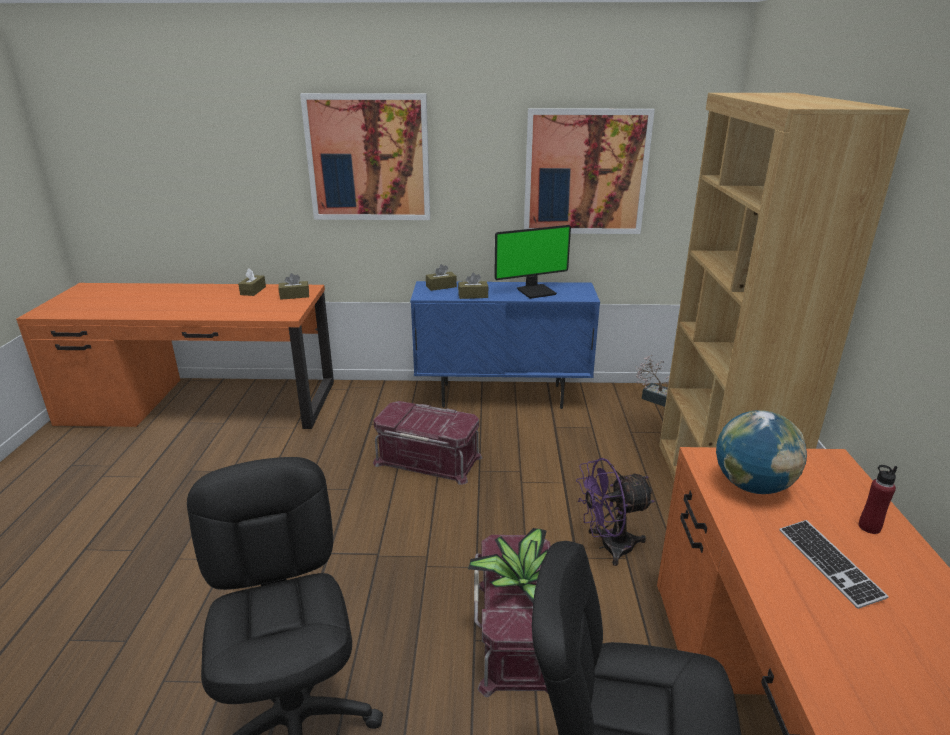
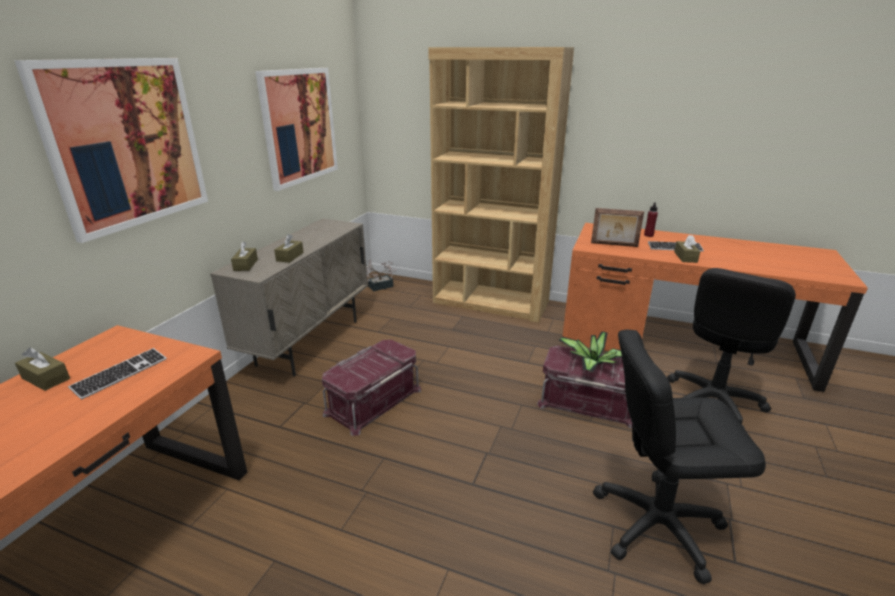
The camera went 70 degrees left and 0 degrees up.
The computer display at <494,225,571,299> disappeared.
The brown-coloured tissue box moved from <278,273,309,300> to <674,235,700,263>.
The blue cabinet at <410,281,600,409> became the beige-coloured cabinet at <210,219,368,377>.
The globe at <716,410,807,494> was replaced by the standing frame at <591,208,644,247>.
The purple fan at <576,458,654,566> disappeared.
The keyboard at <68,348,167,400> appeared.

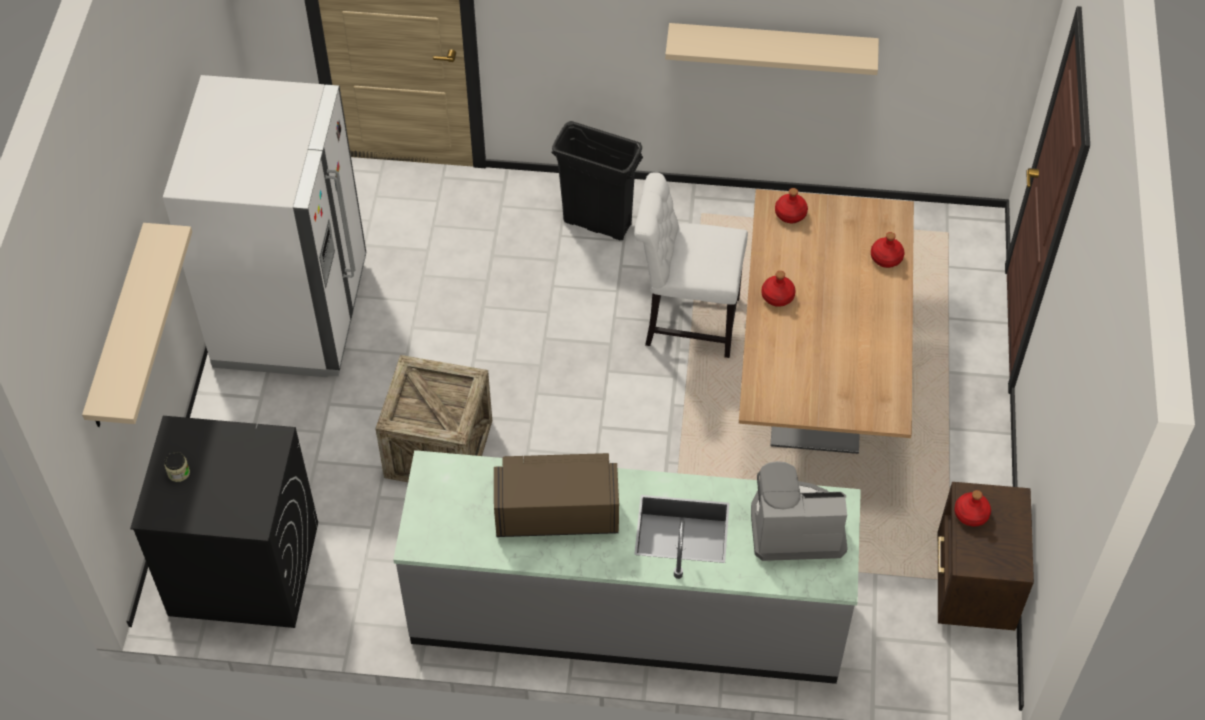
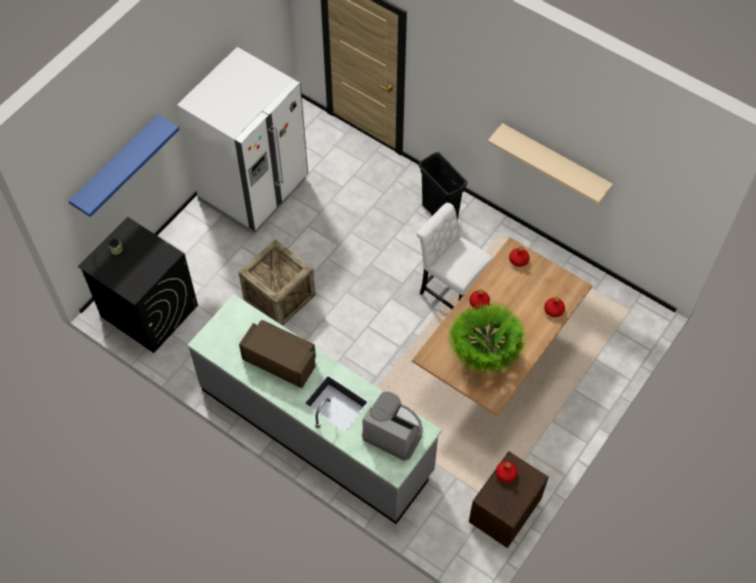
The camera went 30 degrees right and 5 degrees up.
The beige-coloured shelf at <82,223,192,427> became the blue shelf at <68,115,179,217>.
The houseplant at <447,300,527,374> appeared.

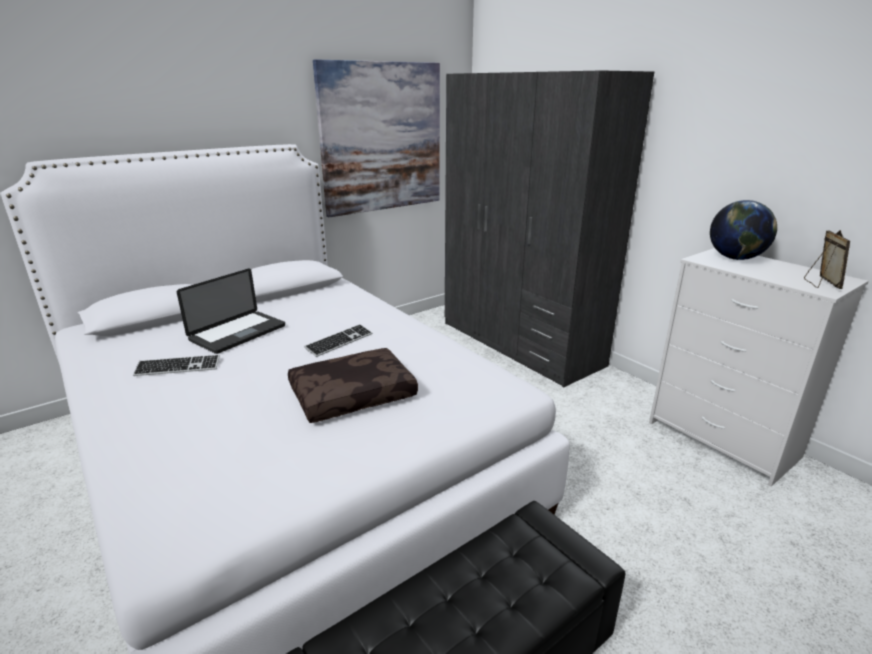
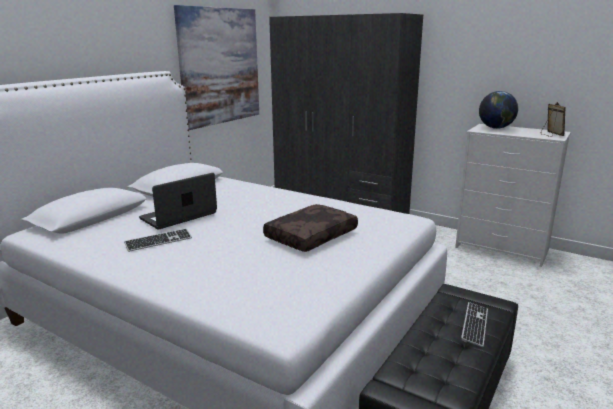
The camera went 20 degrees left and 5 degrees down.
The notebook computer at <177,268,285,354> turned 150 degrees counterclockwise.
The keyboard moved from <304,324,373,357> to <461,302,488,347>.

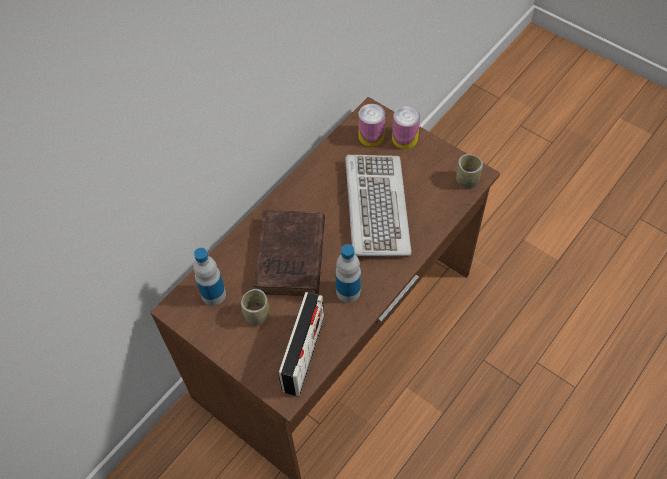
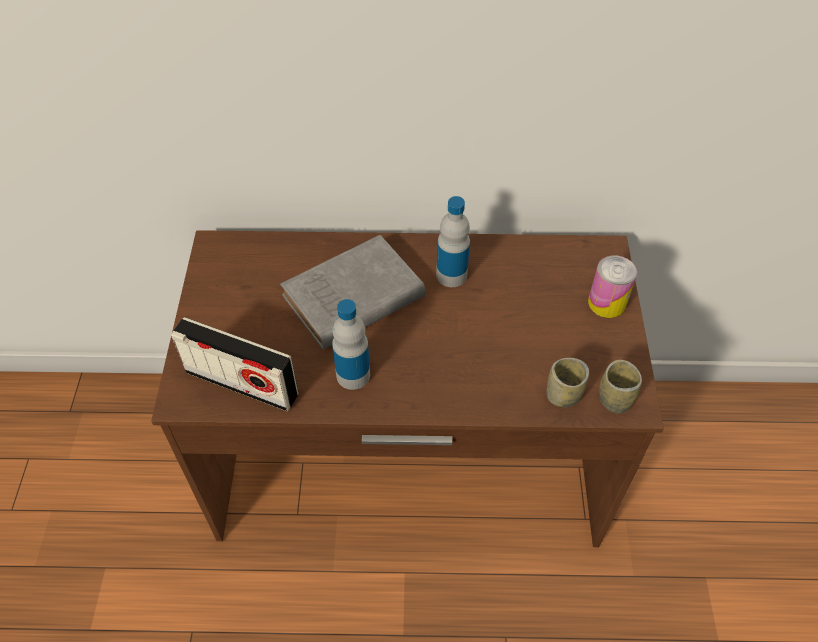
The camera went 50 degrees right and 5 degrees down.
The sealed can at <359,104,385,147> disappeared.
The keyboard at <345,155,412,256> disappeared.
The brown-coloured volume at <253,210,325,296> became the gray volume at <280,235,425,350>.
The bottle moved from <193,248,226,306> to <436,196,470,287>.
The cup moved from <241,289,269,326> to <546,358,589,407>.
The radio receiver at <278,292,324,396> turned 45 degrees clockwise.

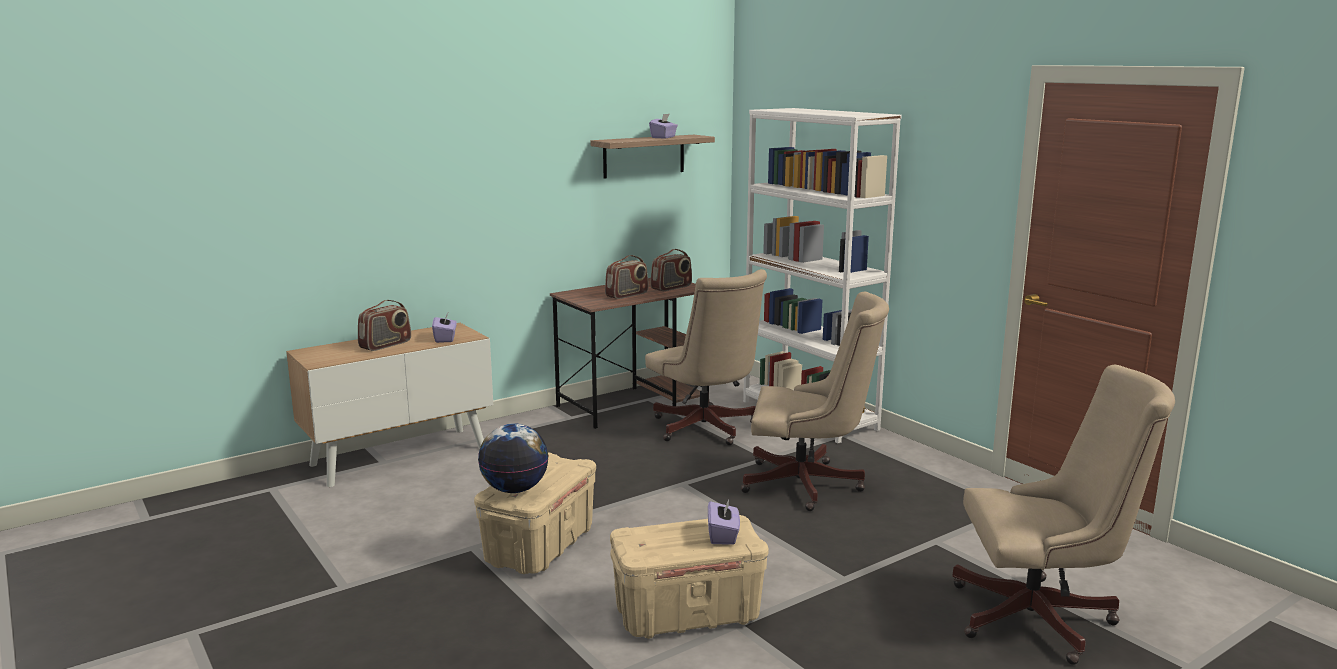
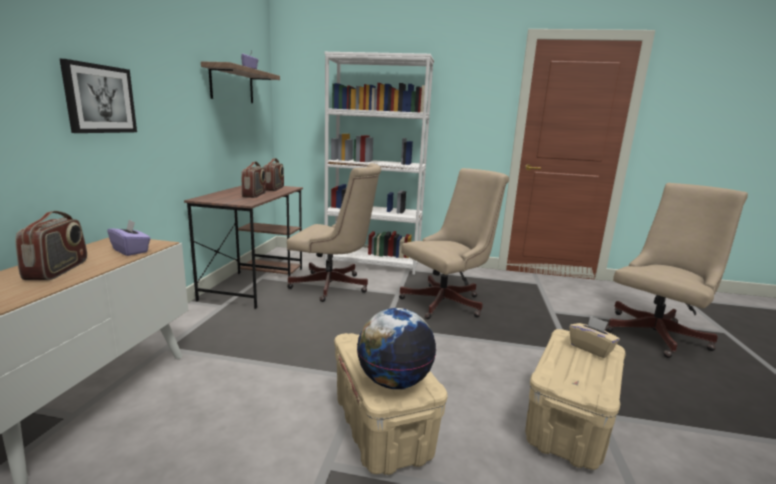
The camera went 45 degrees left and 0 degrees up.
The purple tissue box at <708,499,740,545> became the beige-coloured tissue box at <569,315,620,358>.
The wall art at <60,59,137,133> appeared.

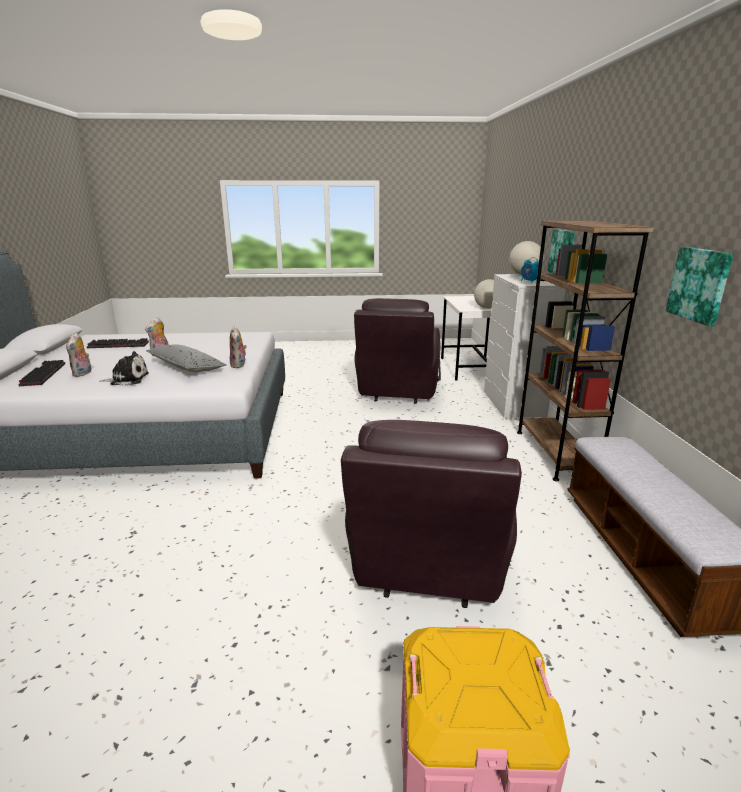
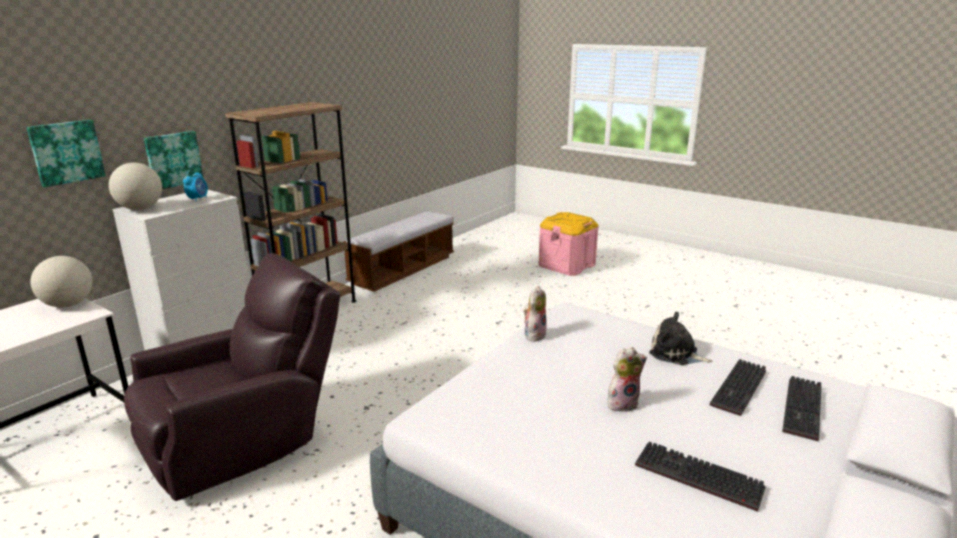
The camera went 140 degrees left and 0 degrees up.
The wall art moved from <666,247,733,326> to <26,120,106,187>.
The cuddly toy at <66,333,92,377> was replaced by the keyboard at <710,359,766,416>.
The gray cushion at <146,345,226,372> disappeared.
The brown-coloured easy chair at <341,420,522,608> disappeared.

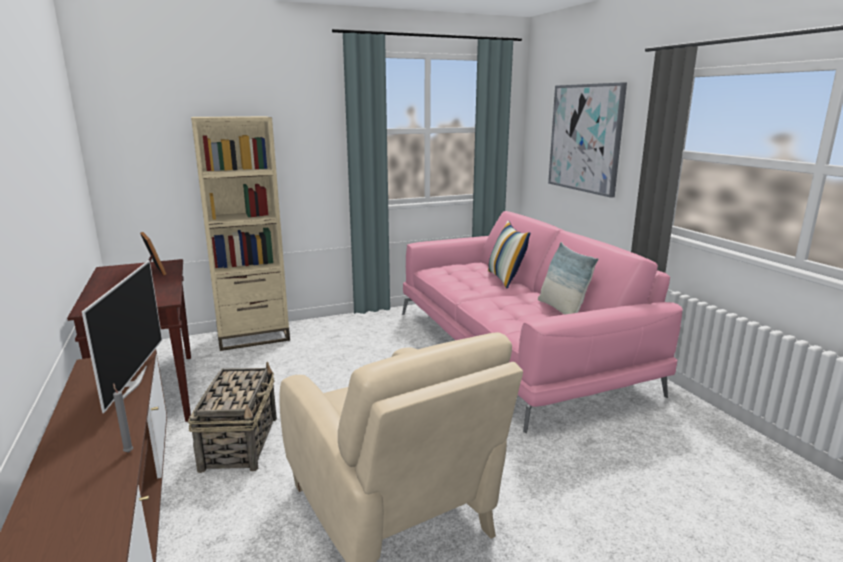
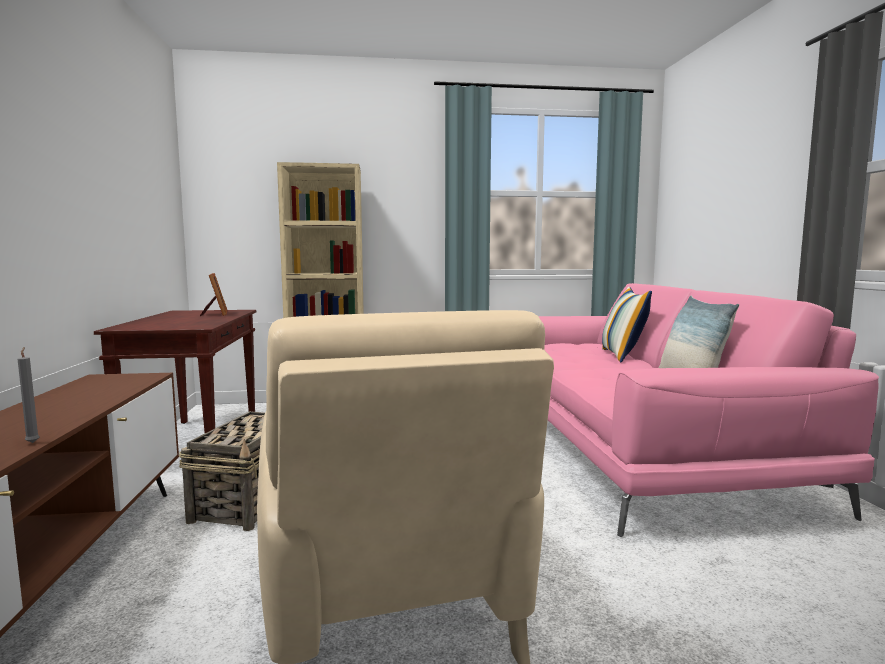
The camera went 15 degrees right and 10 degrees down.
The wall art at <548,82,627,198> disappeared.
The television at <82,260,162,413> disappeared.

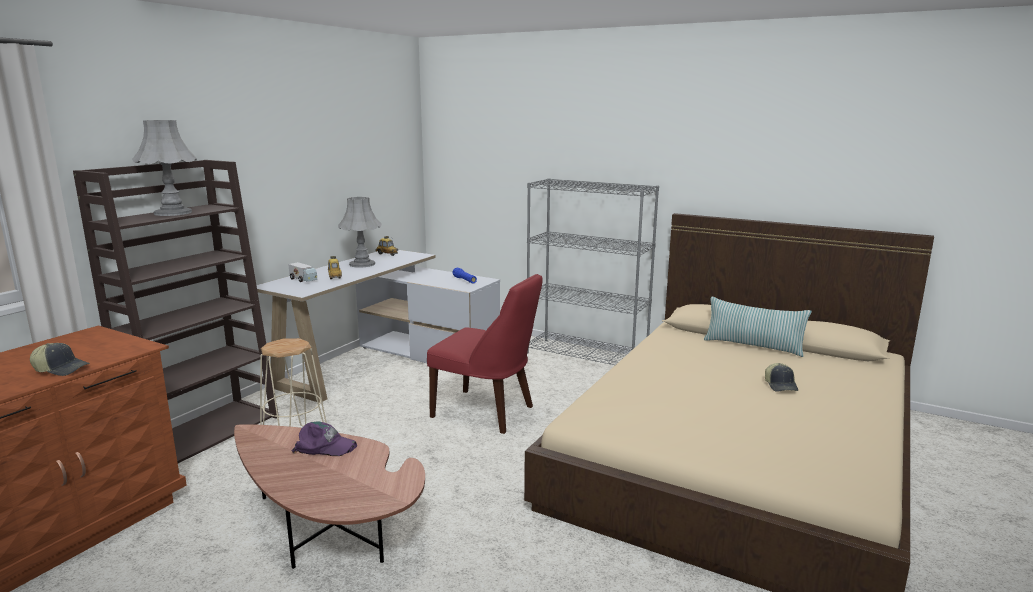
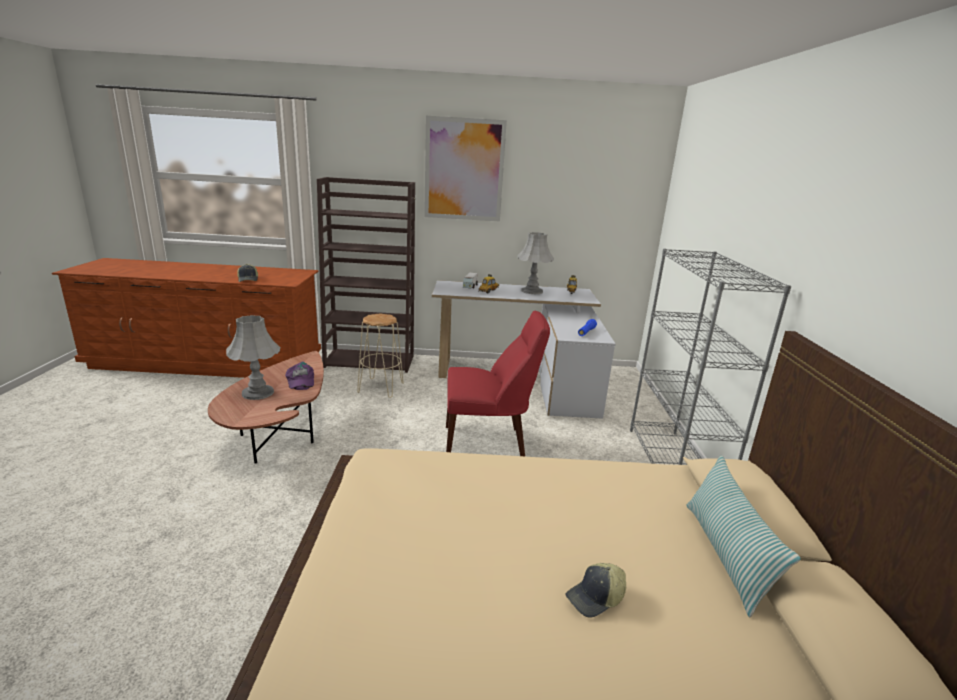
The camera went 60 degrees right and 5 degrees up.
The gray lamp for a table moved from <132,120,197,216> to <226,315,280,400>.
The red-coloured upright chair at <427,274,543,434> turned 90 degrees counterclockwise.
The wall art at <424,116,507,221> appeared.

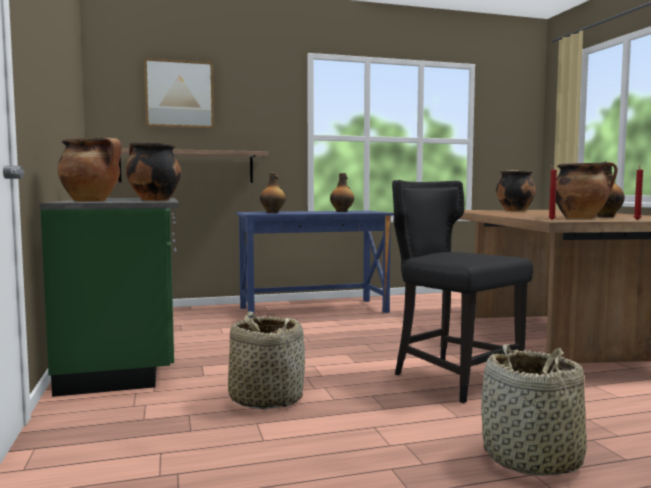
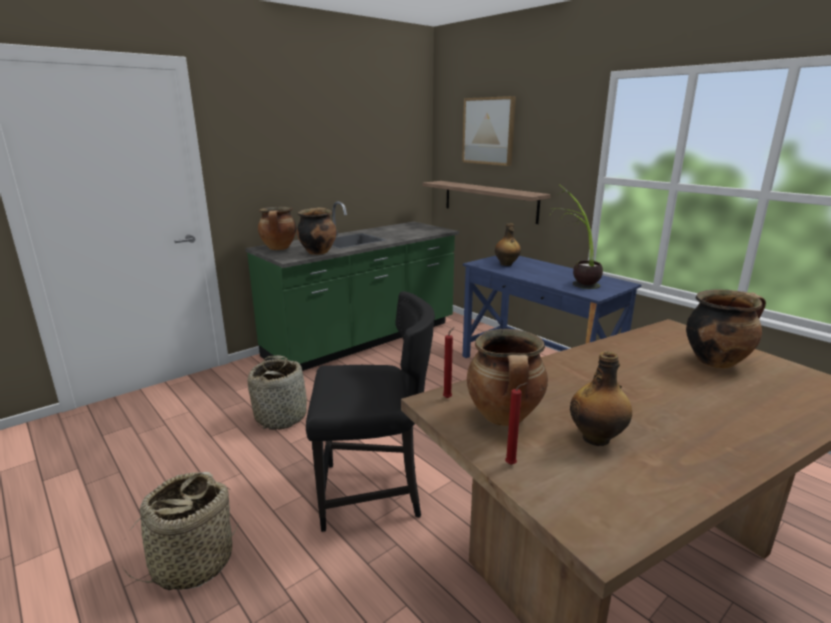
The camera went 65 degrees right and 15 degrees up.
The bottle at <330,173,354,212> was replaced by the houseplant at <549,184,603,289>.
The black upright chair at <392,180,533,403> turned 60 degrees clockwise.

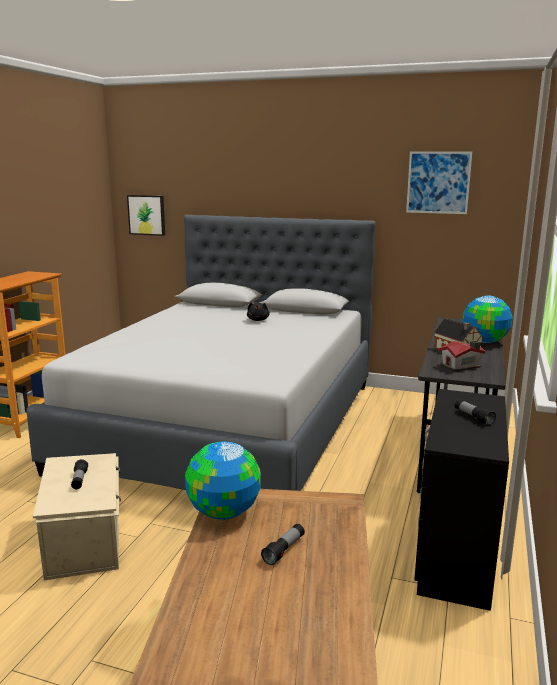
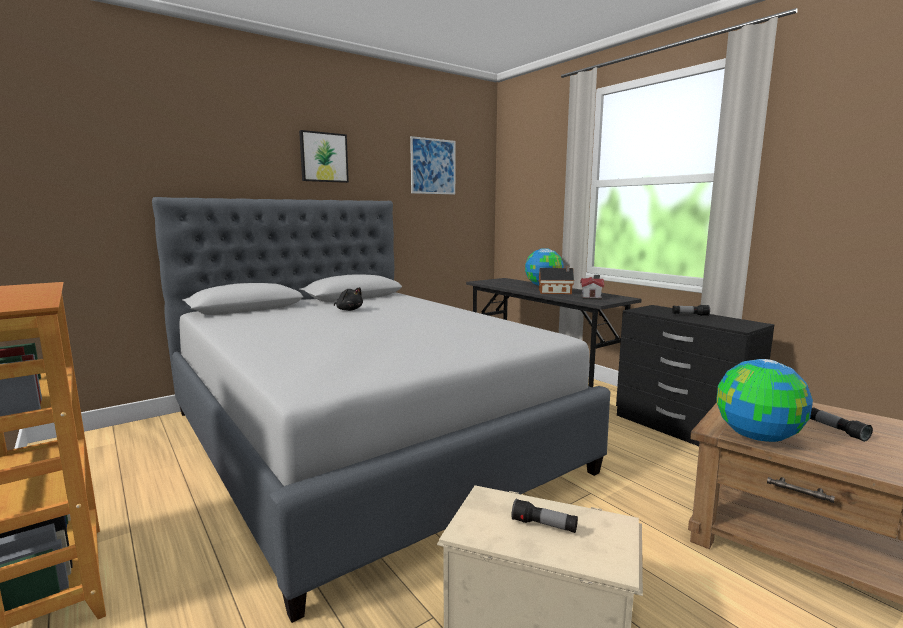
The camera went 55 degrees left and 5 degrees down.
The wall art moved from <127,195,165,236> to <299,130,349,183>.

